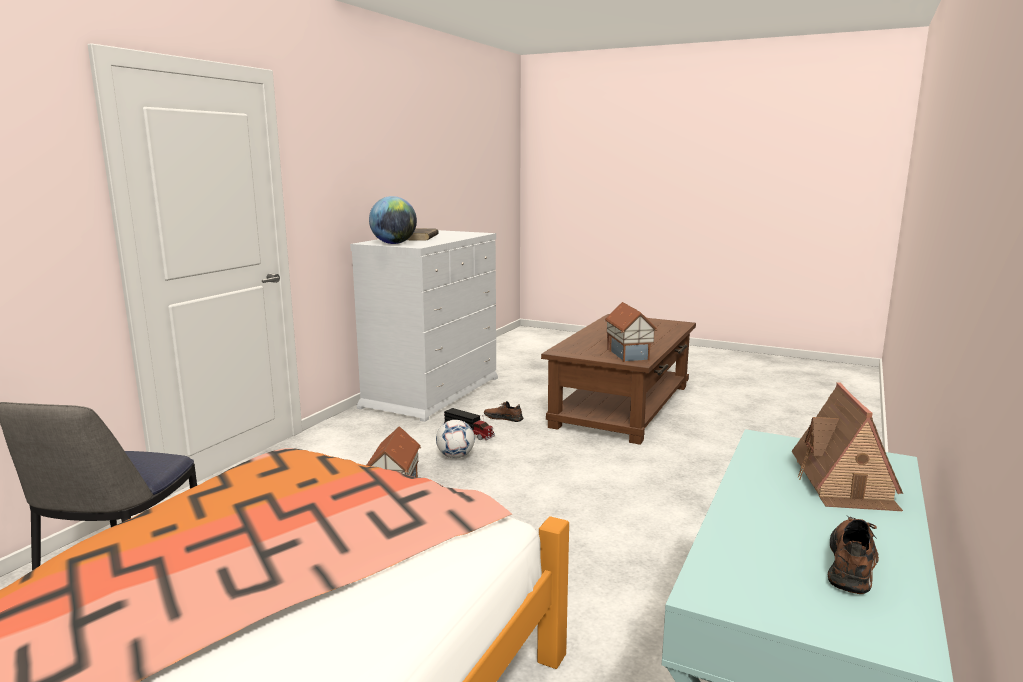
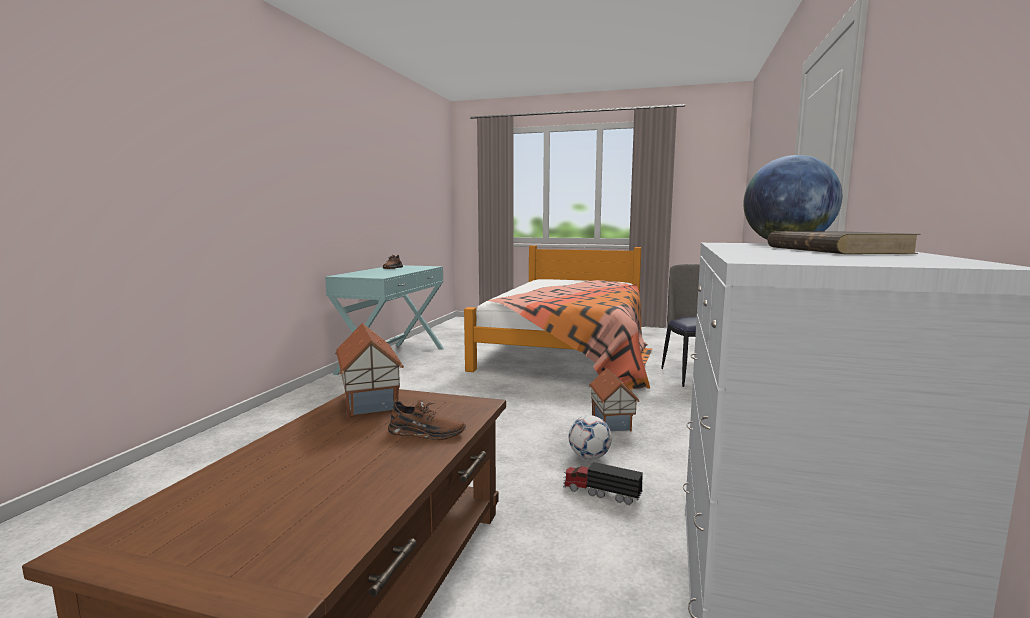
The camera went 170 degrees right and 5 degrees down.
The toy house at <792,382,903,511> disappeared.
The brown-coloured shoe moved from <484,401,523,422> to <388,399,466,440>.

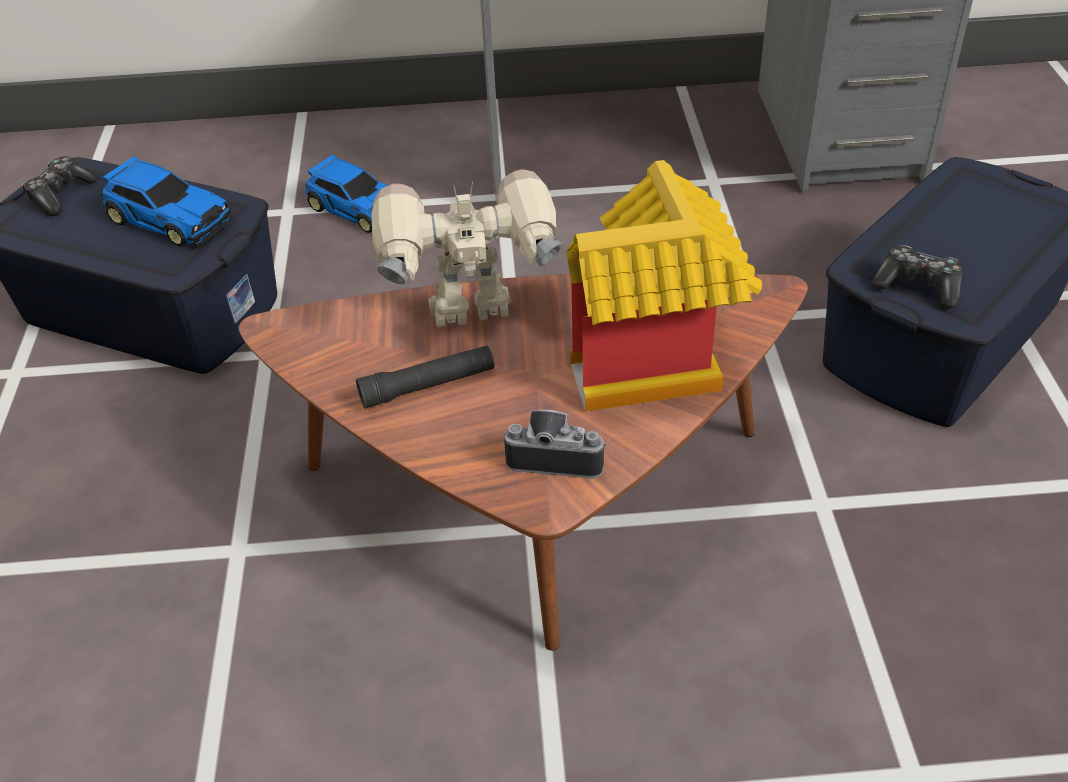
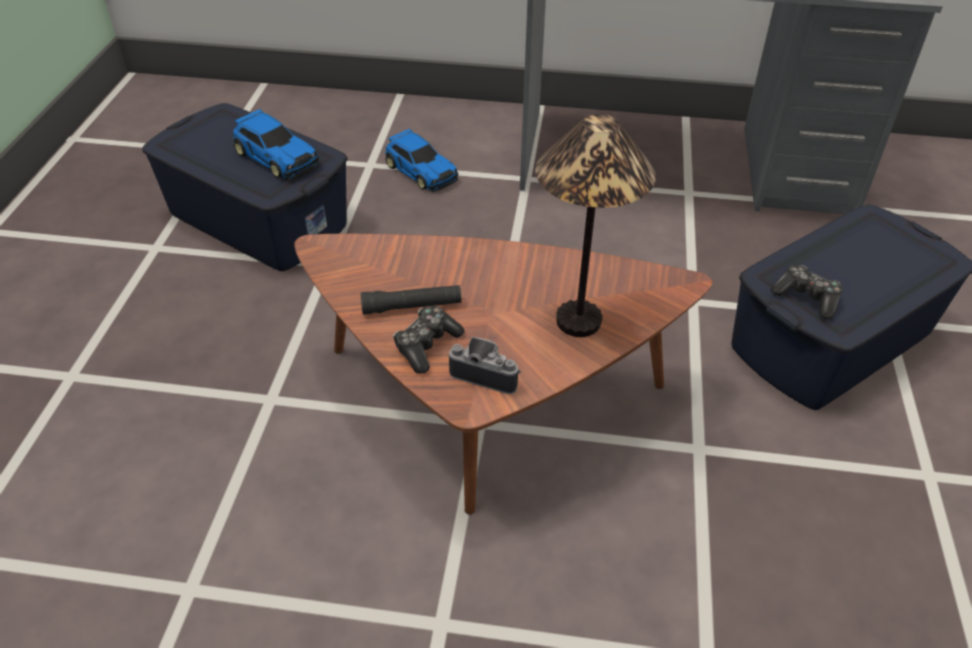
The camera went 10 degrees right and 0 degrees up.
The game controller moved from <21,156,99,216> to <393,306,465,374>.
The toy house at <566,160,762,412> was replaced by the lamp for a table at <535,114,656,337>.
The toy robot at <371,169,562,327> disappeared.

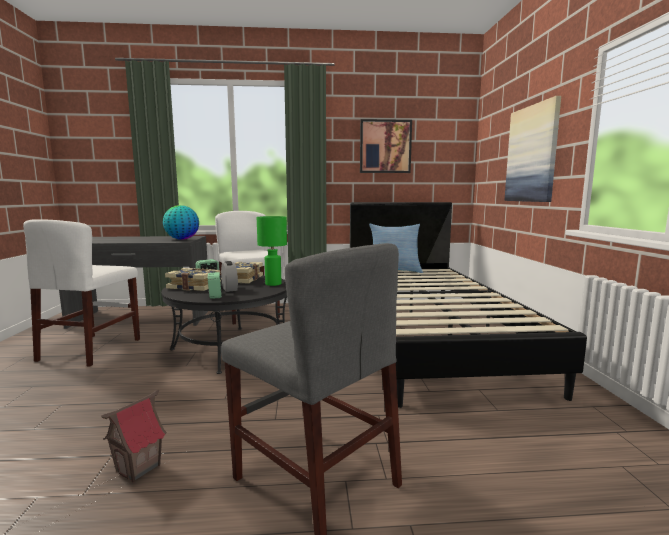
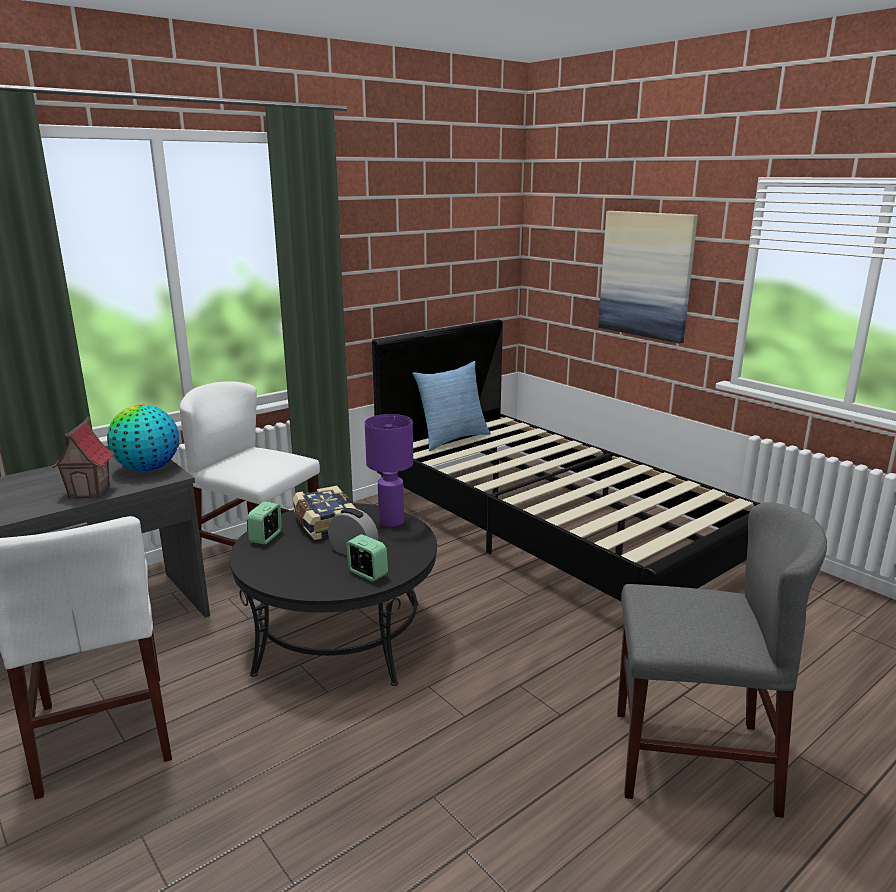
The camera went 35 degrees left and 10 degrees up.
The wall art at <360,119,412,173> disappeared.
The green lamp for a table at <257,216,287,286> became the purple lamp for a table at <365,414,413,527>.
The volume at <165,268,221,291> disappeared.
The toy house moved from <101,390,167,482> to <52,416,114,499>.

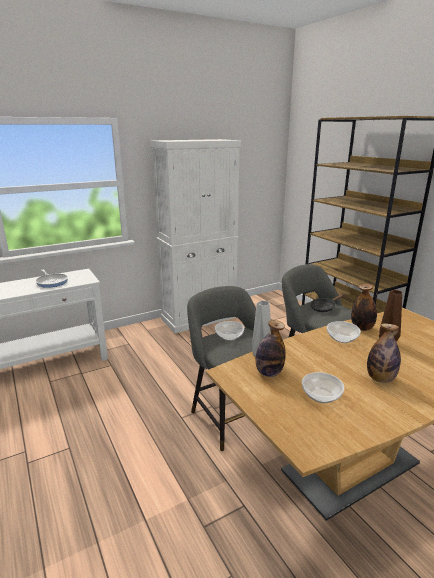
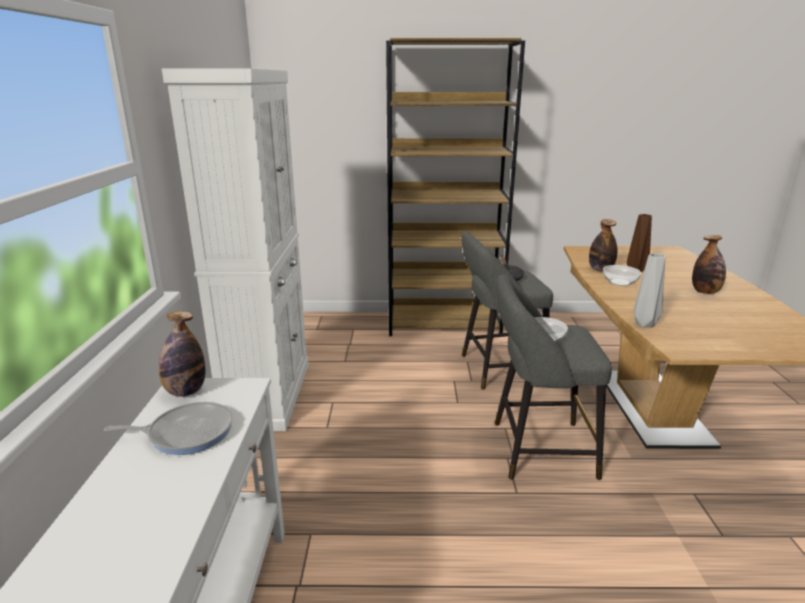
The camera went 60 degrees left and 0 degrees up.
The bottle moved from <256,320,286,377> to <159,311,205,397>.
The serving bowl at <302,372,344,403> disappeared.

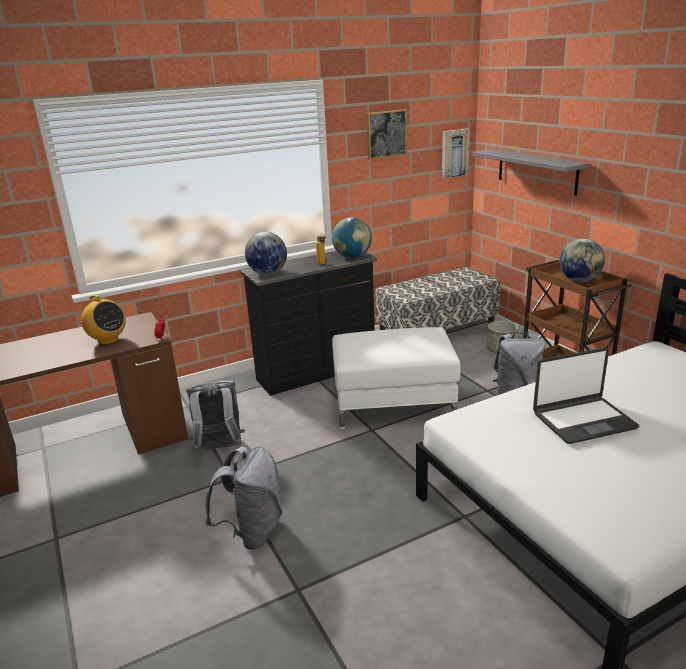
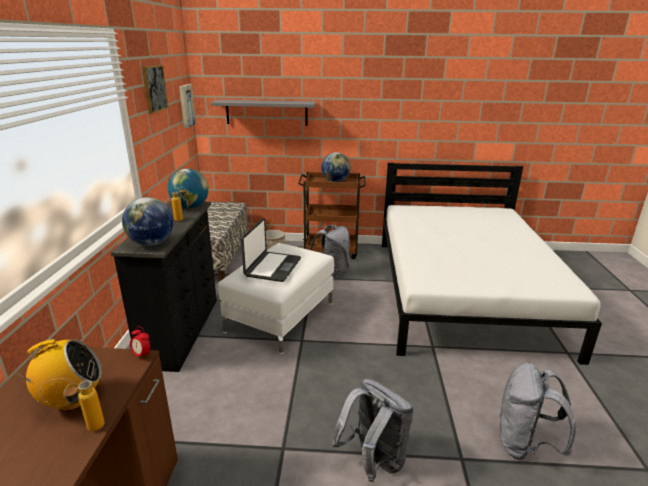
The camera went 60 degrees left and 0 degrees up.
The notebook computer moved from <533,348,639,444> to <241,218,301,282>.
The gray backpack moved from <186,381,245,452> to <499,363,576,460>.
The bottle at <63,380,105,431> appeared.

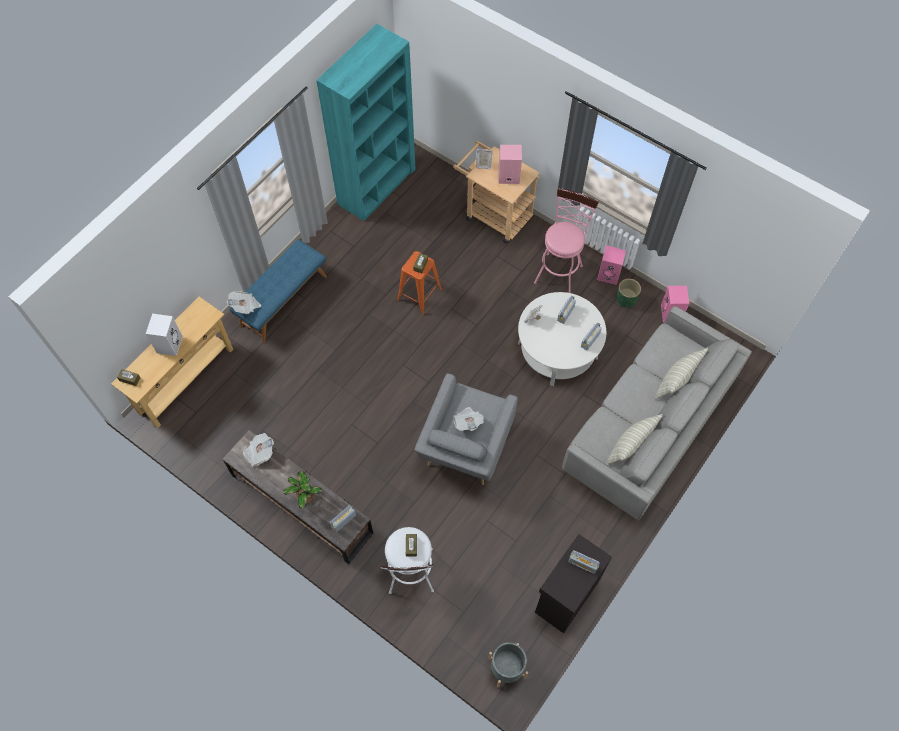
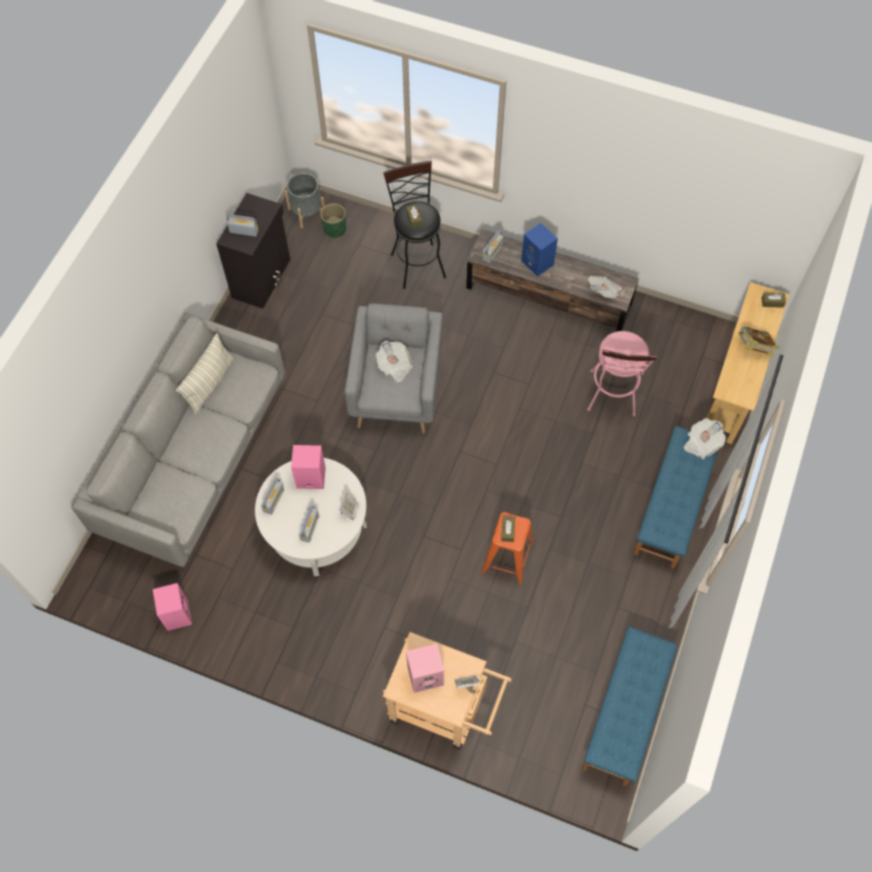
The camera went 165 degrees right and 0 degrees up.
The turquoise bookshelf at <316,24,416,221> was replaced by the blue long seat at <583,626,678,786>.
The pink-coloured stool moved from <534,188,599,293> to <587,331,658,416>.
The pink-coloured speaker moved from <597,245,626,285> to <291,445,326,489>.
The green planter moved from <616,279,641,308> to <321,203,346,238>.
The white-coloured speaker at <146,314,183,356> was replaced by the volume at <738,327,779,356>.
The cushion at <654,348,708,400> disappeared.
The houseplant at <283,471,322,509> was replaced by the blue speaker at <521,223,558,277>.
The white-coloured stool at <381,527,434,594> became the black stool at <383,161,446,289>.

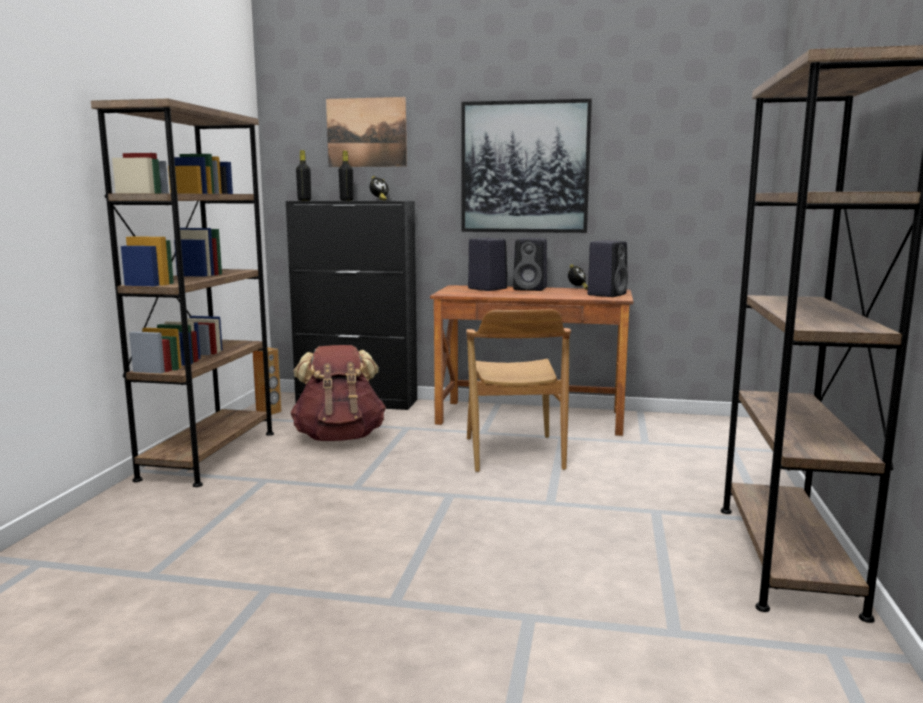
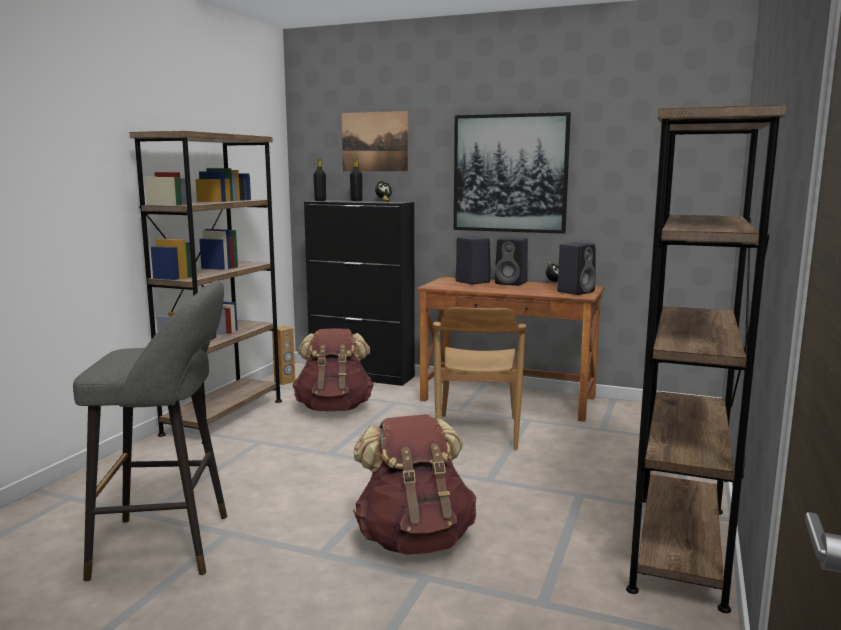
The camera went 10 degrees right and 0 degrees up.
The gray stool at <73,280,227,581> appeared.
The brown-coloured backpack at <353,414,476,555> appeared.

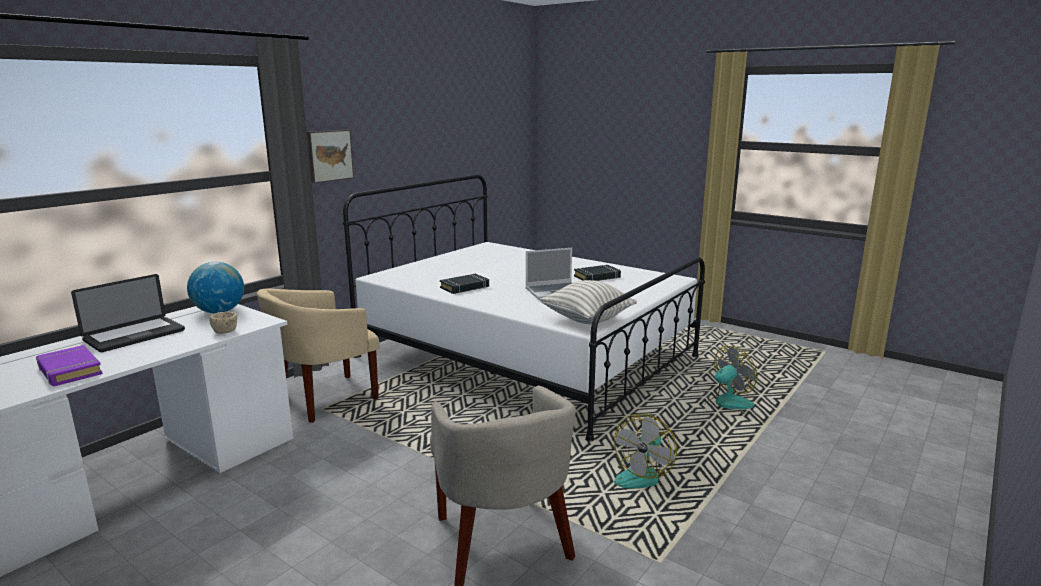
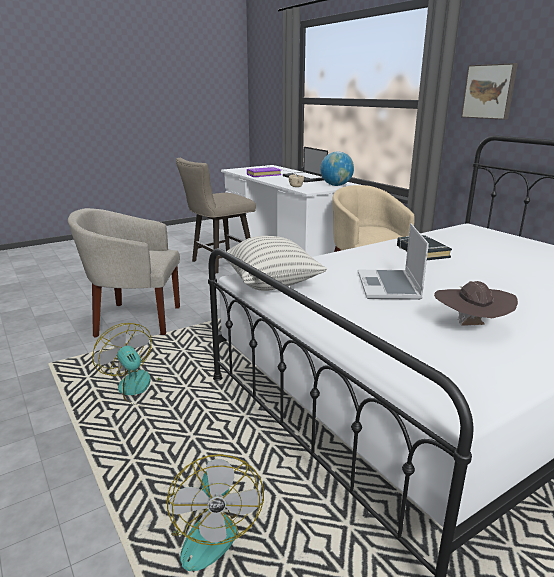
The camera went 110 degrees right and 5 degrees up.
The black volume at <574,265,621,281> was replaced by the brown-coloured wearable hat at <434,281,518,326>.
The beige-coloured stool at <176,158,256,273> appeared.

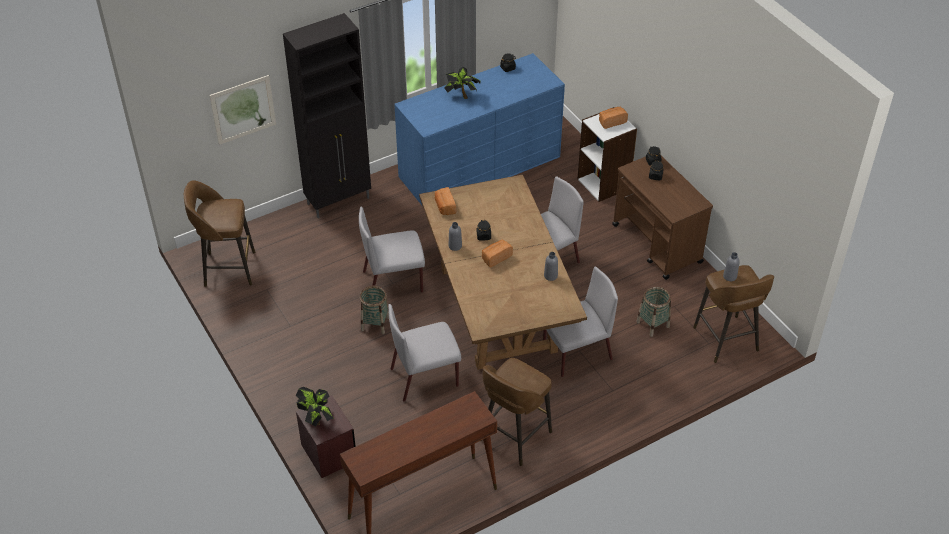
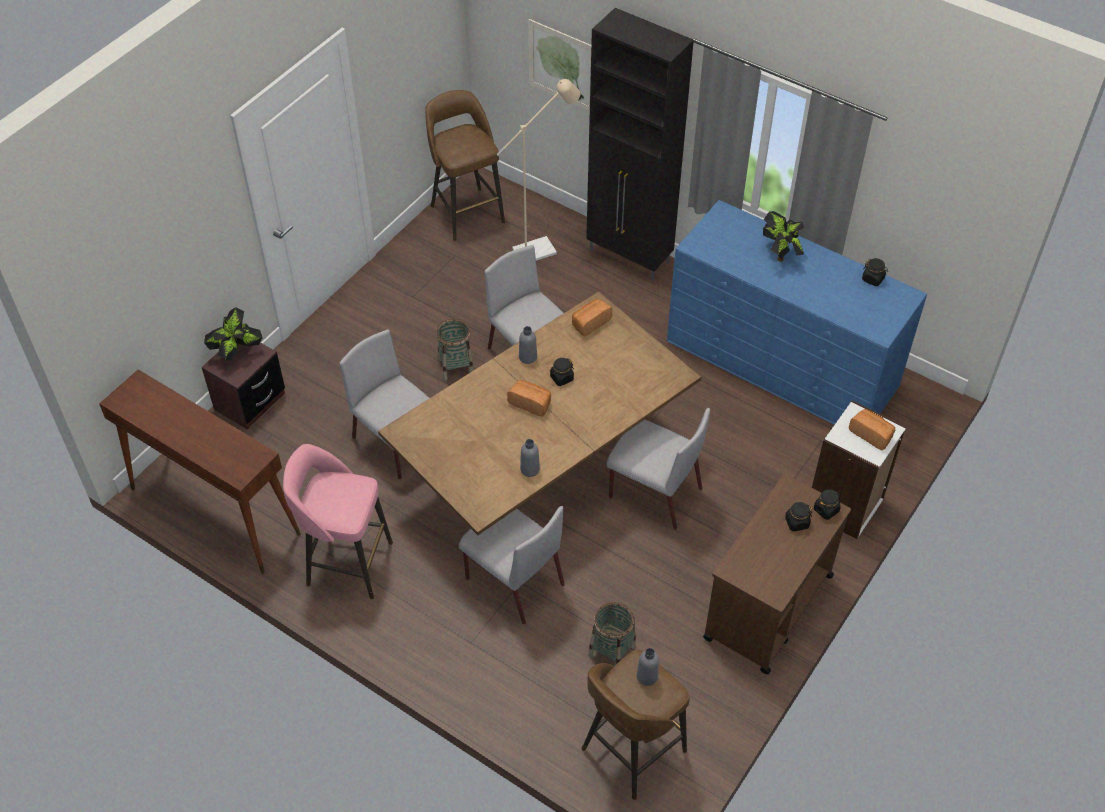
The camera went 65 degrees right and 5 degrees up.
The brown-coloured stool at <481,358,552,466> became the pink-coloured stool at <283,444,393,599>.
The beige-coloured standard lamp at <496,79,580,261> appeared.

